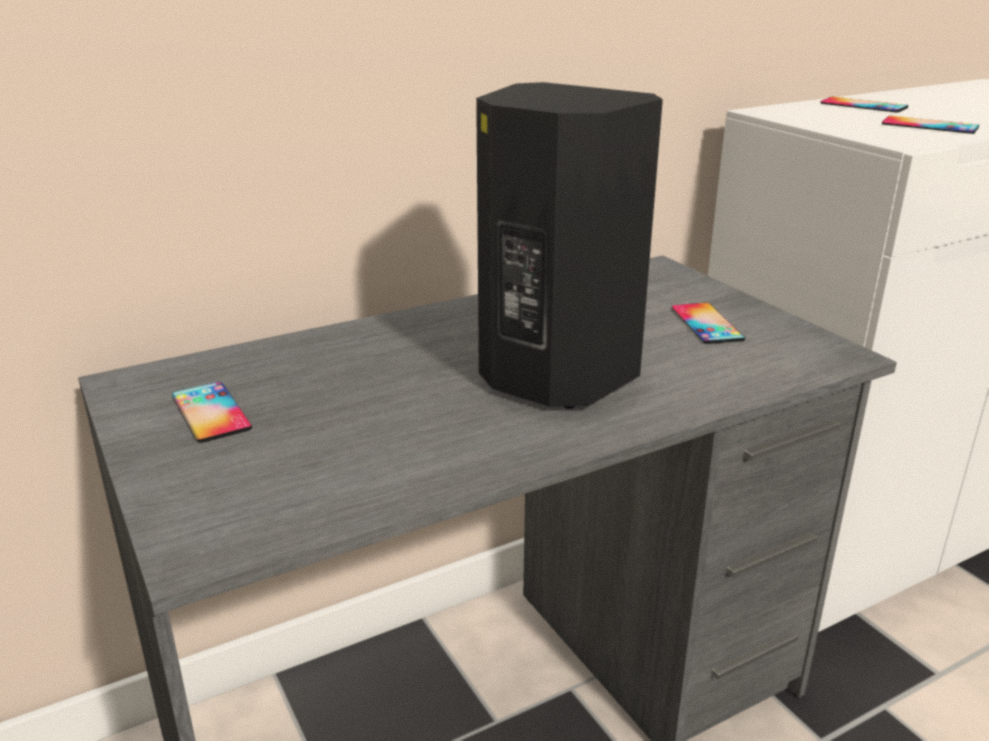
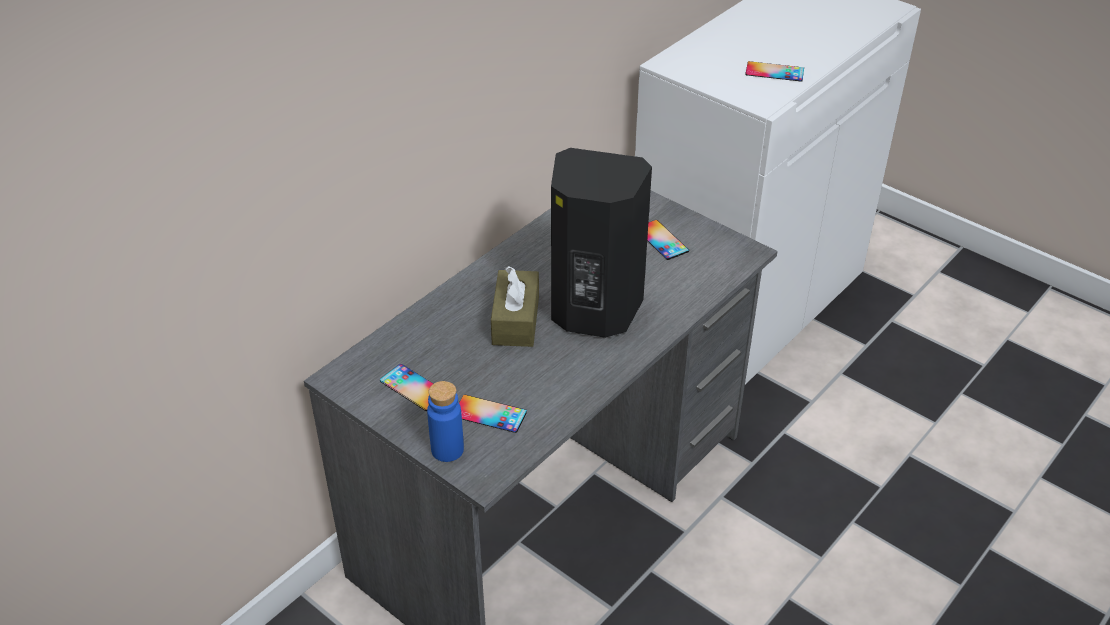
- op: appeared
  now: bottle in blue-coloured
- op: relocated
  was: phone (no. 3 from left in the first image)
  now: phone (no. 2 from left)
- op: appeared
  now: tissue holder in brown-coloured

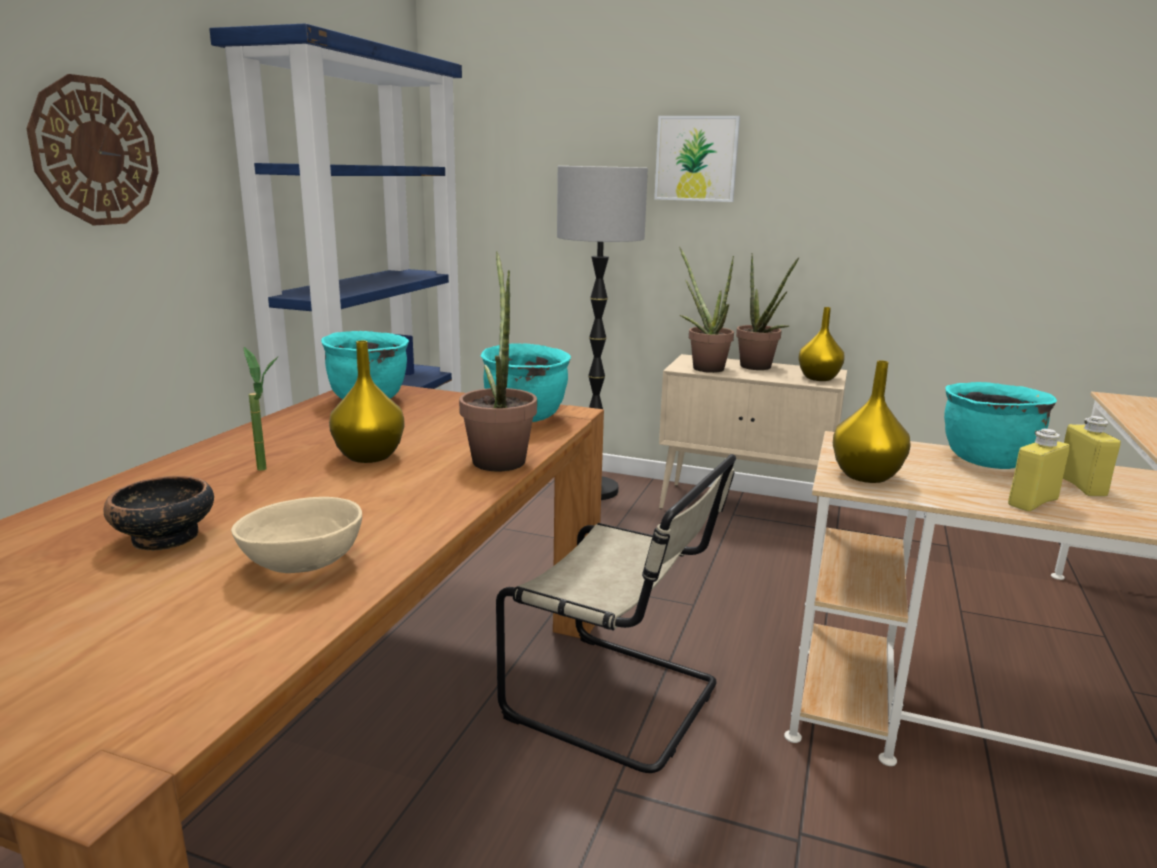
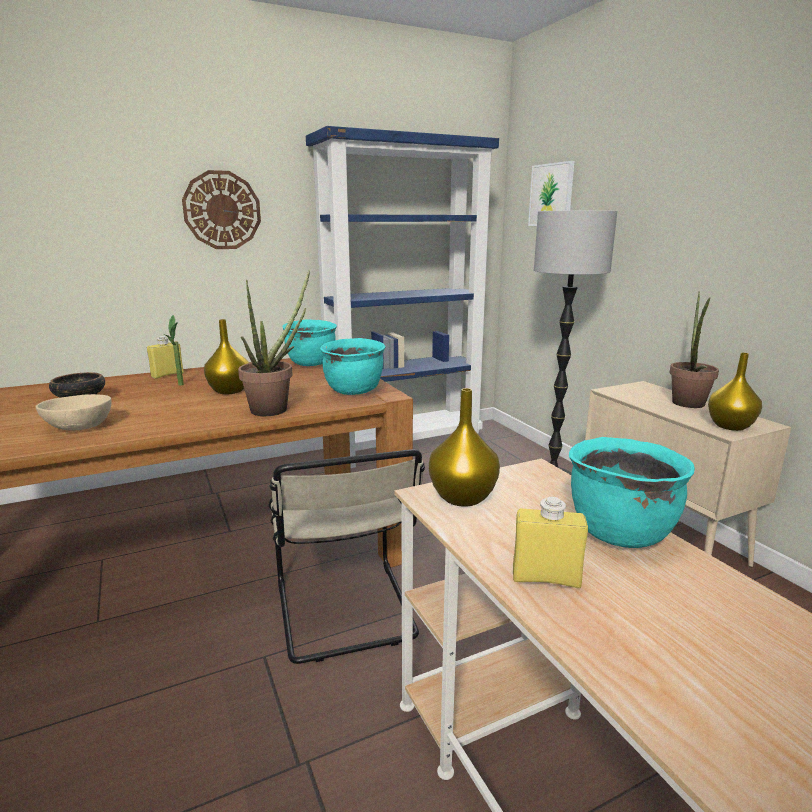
- op: relocated
  was: bottle in yellow-coloured (no. 2 from left in the first image)
  now: bottle in yellow-coloured (no. 1 from left)
- op: relocated
  was: wall picture
- op: missing
  was: houseplant (no. 3 from left)

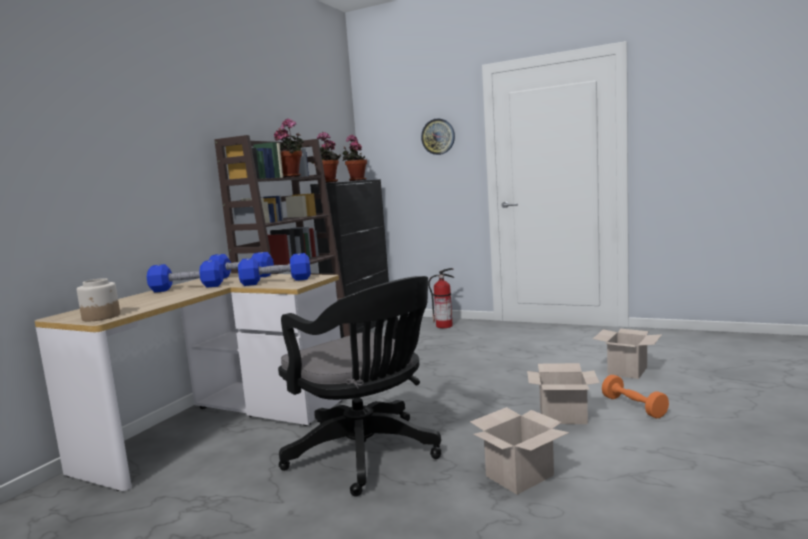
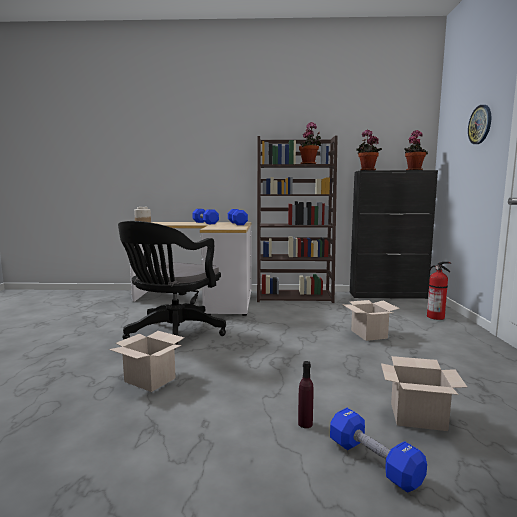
- op: exchanged
  was: dumbbell in orangey
  now: bottle in purple
- op: relocated
  was: dumbbell in blue-coloured (no. 3 from left)
- op: relocated
  was: packing box (no. 2 from left)

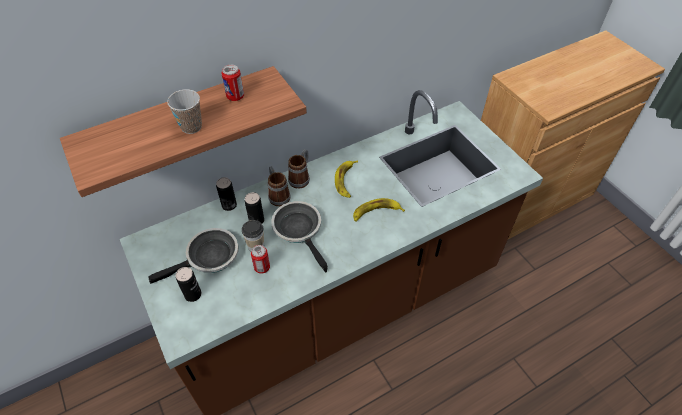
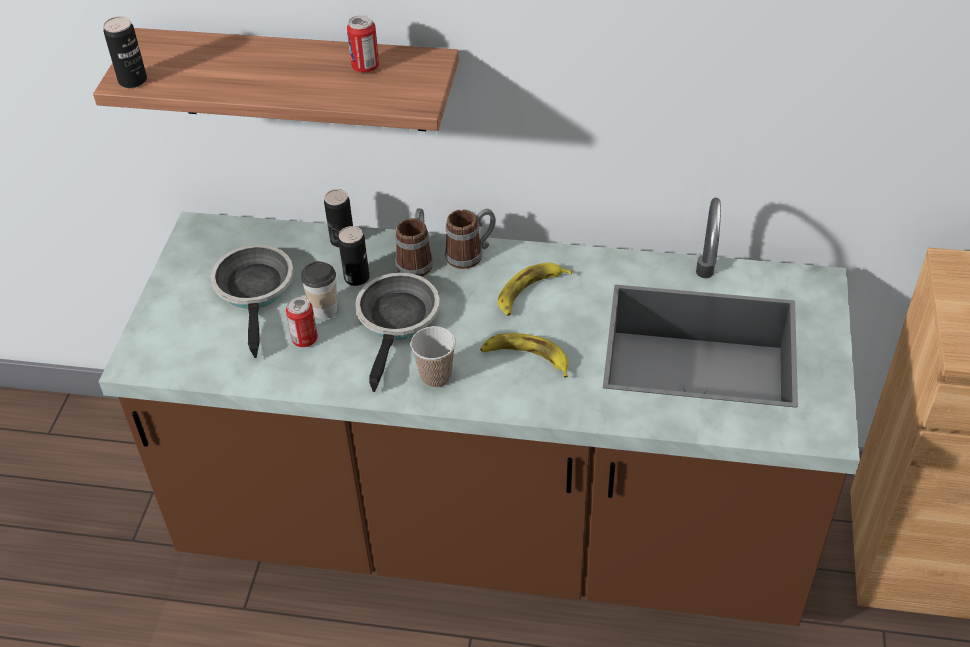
- op: relocated
  was: sealed can (no. 1 from left)
- op: spun
  was: skillet (no. 1 from left)
  clockwise: -105
- op: relocated
  was: drinking cup (no. 1 from left in the first image)
  now: drinking cup (no. 2 from left)

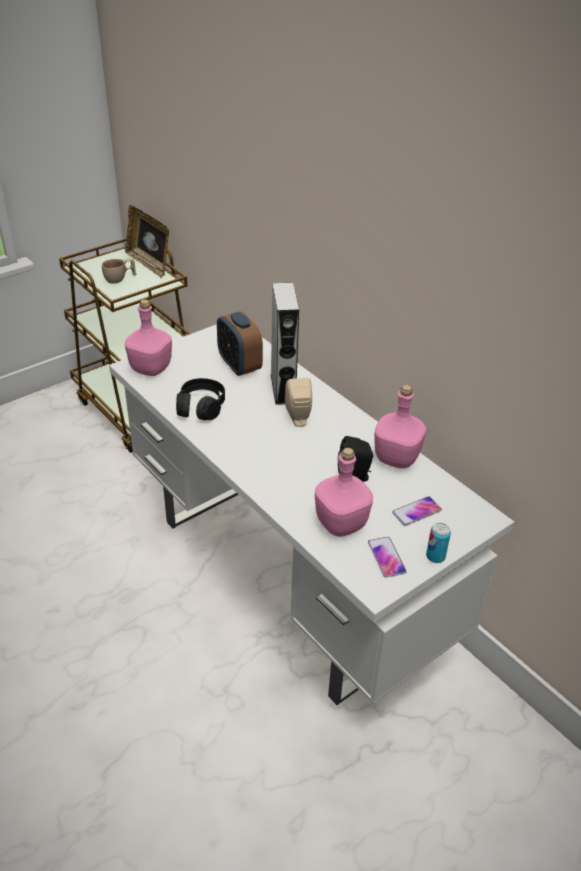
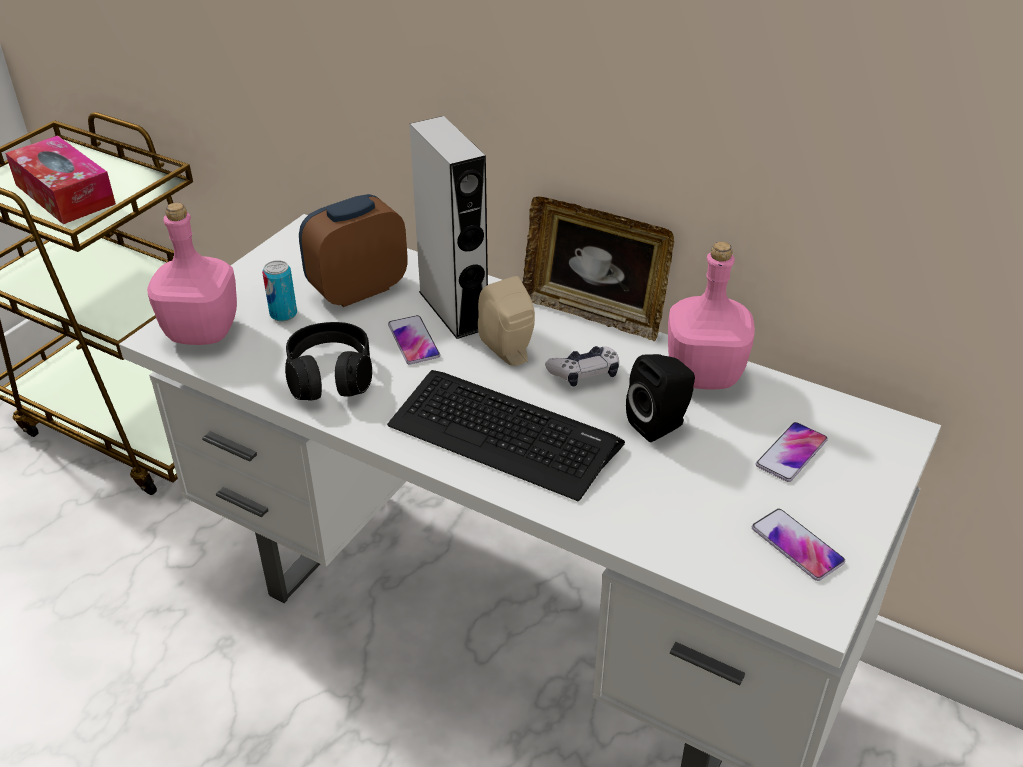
- op: exchanged
  was: drinking cup in beige
  now: tissue holder
- op: relocated
  was: sealed can
- op: spun
  was: bedside clock
  clockwise: 105
- op: appeared
  now: keyboard
- op: appeared
  now: phone (no. 1 from left)
- op: relocated
  was: standing frame
- op: appeared
  now: gamepad
- op: missing
  was: bottle in pinkish (no. 2 from left)

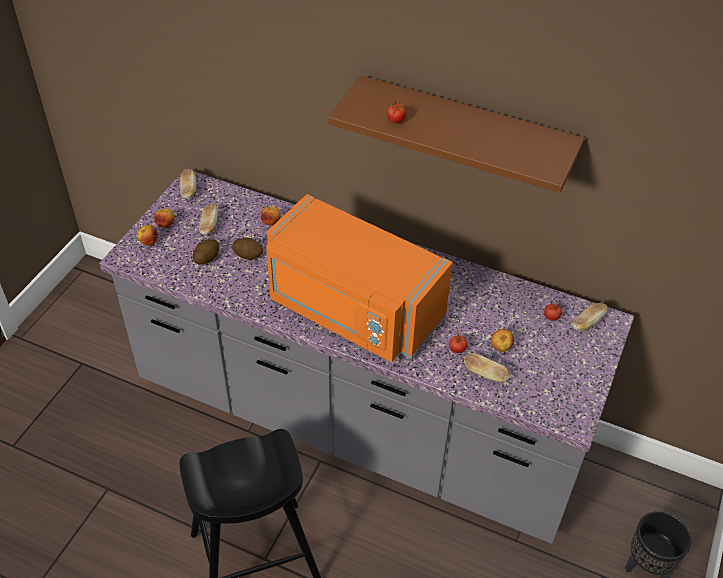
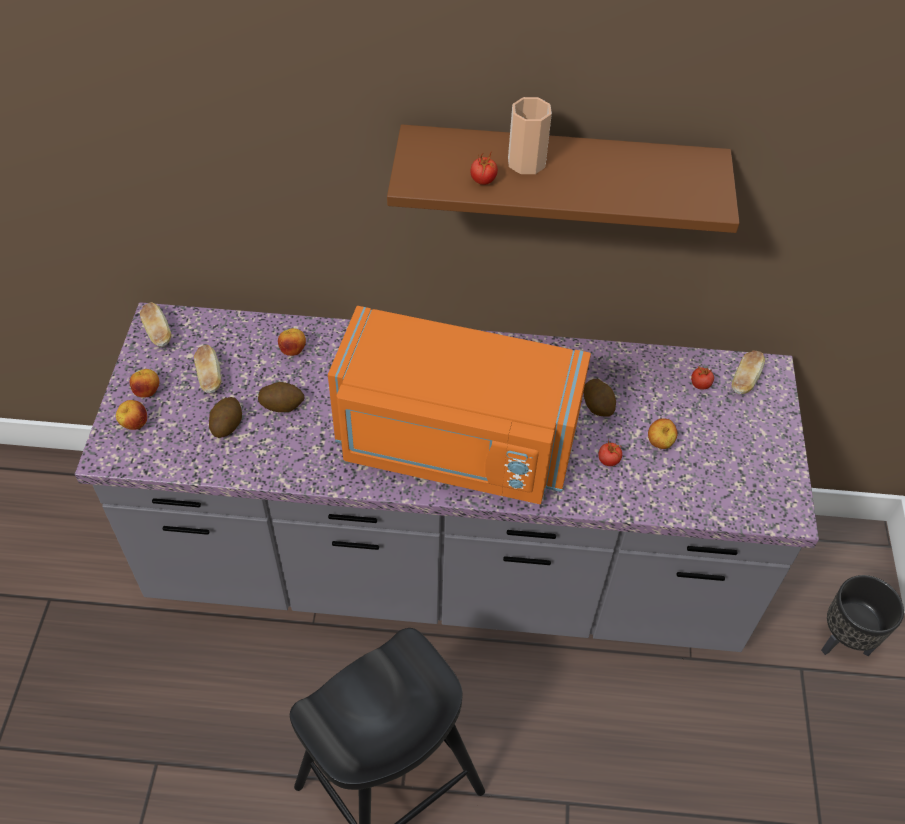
- op: appeared
  now: drinking cup
- op: appeared
  now: spud (no. 3 from left)
- op: missing
  was: baked bread (no. 3 from left)

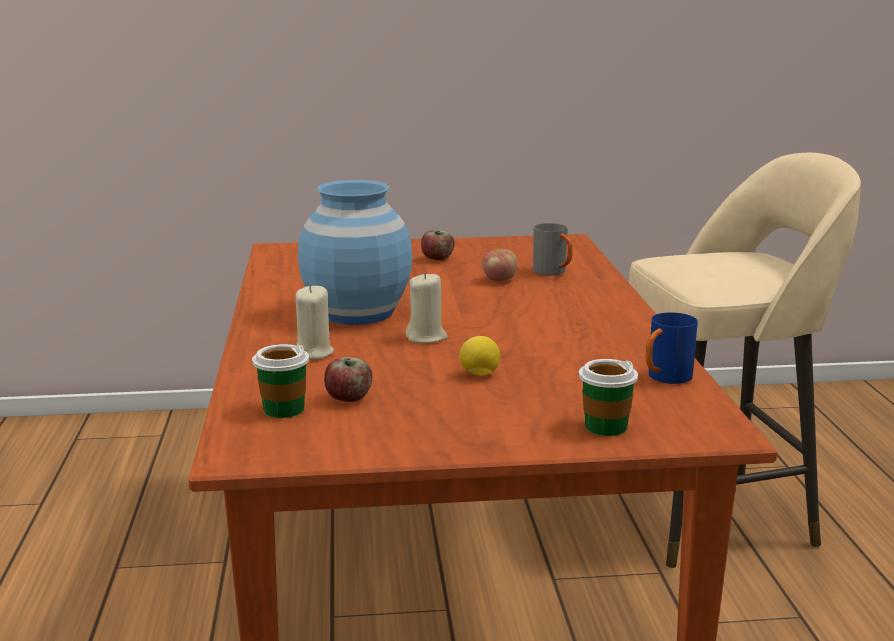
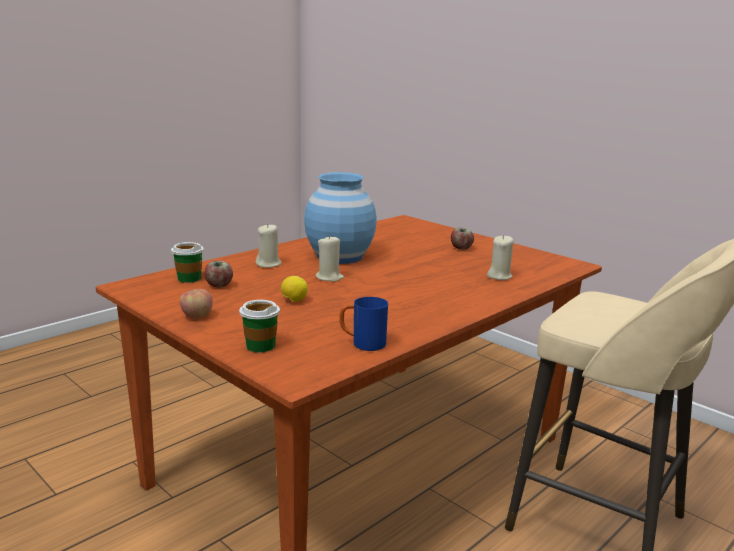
- op: relocated
  was: whole apple (no. 3 from left in the first image)
  now: whole apple (no. 1 from left)
- op: exchanged
  was: tea mug in gray
  now: wax candle in beige (no. 3 from left)

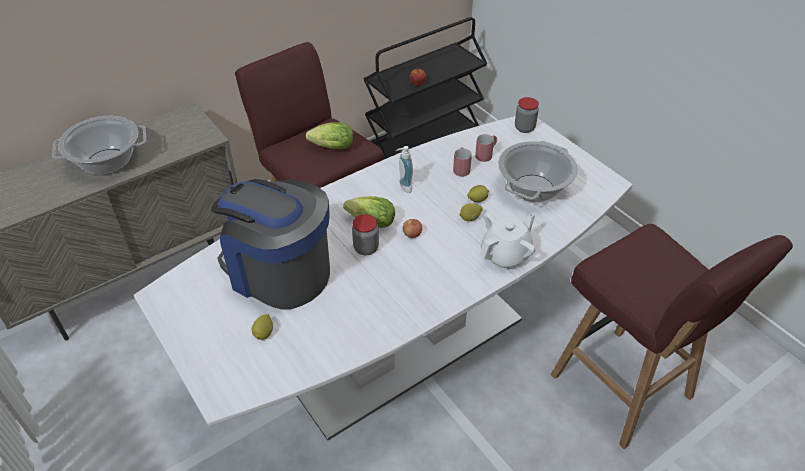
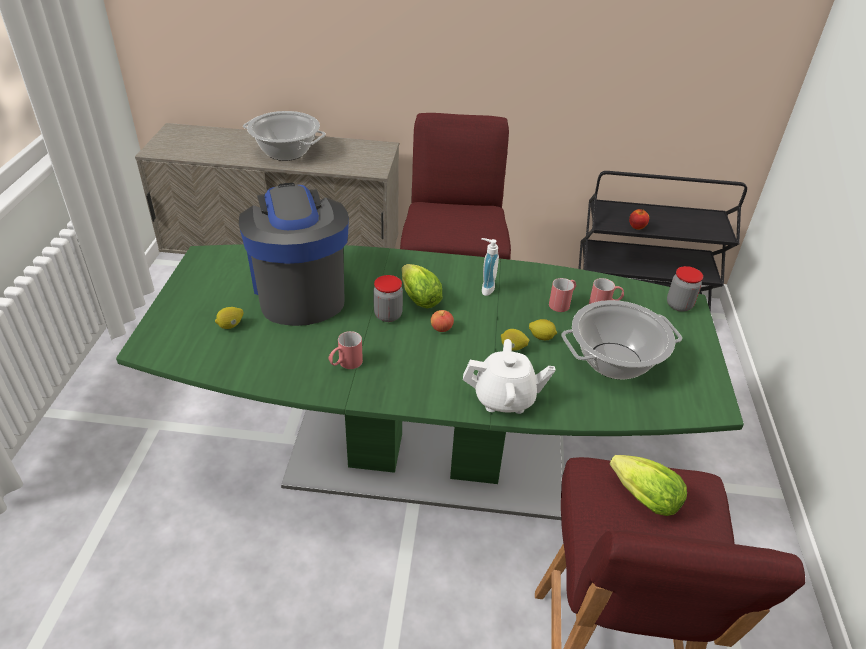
- op: colour
  was: kitchen table in white
  now: kitchen table in greenish
- op: appeared
  now: tea mug in reddish (no. 1 from left)
- op: relocated
  was: head of lettuce (no. 1 from left in the first image)
  now: head of lettuce (no. 2 from left)

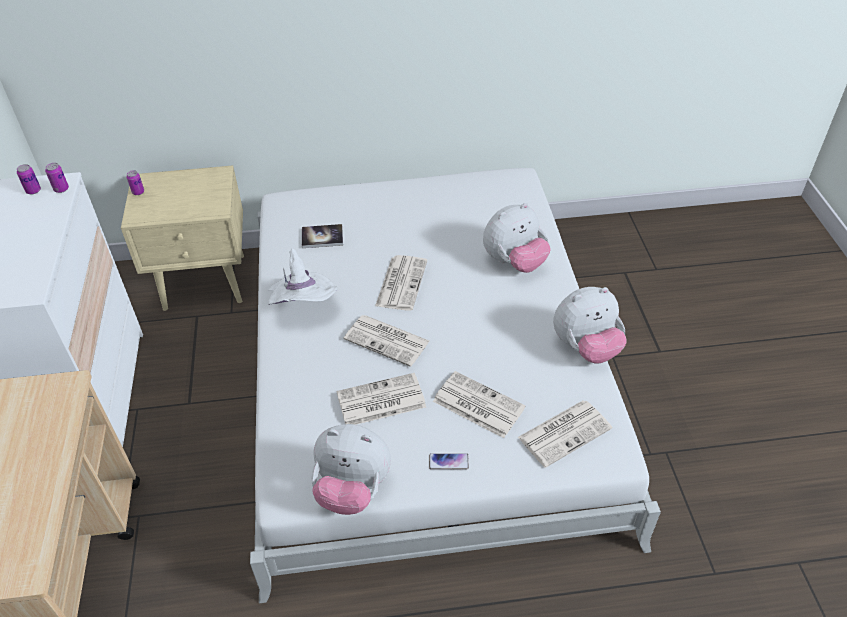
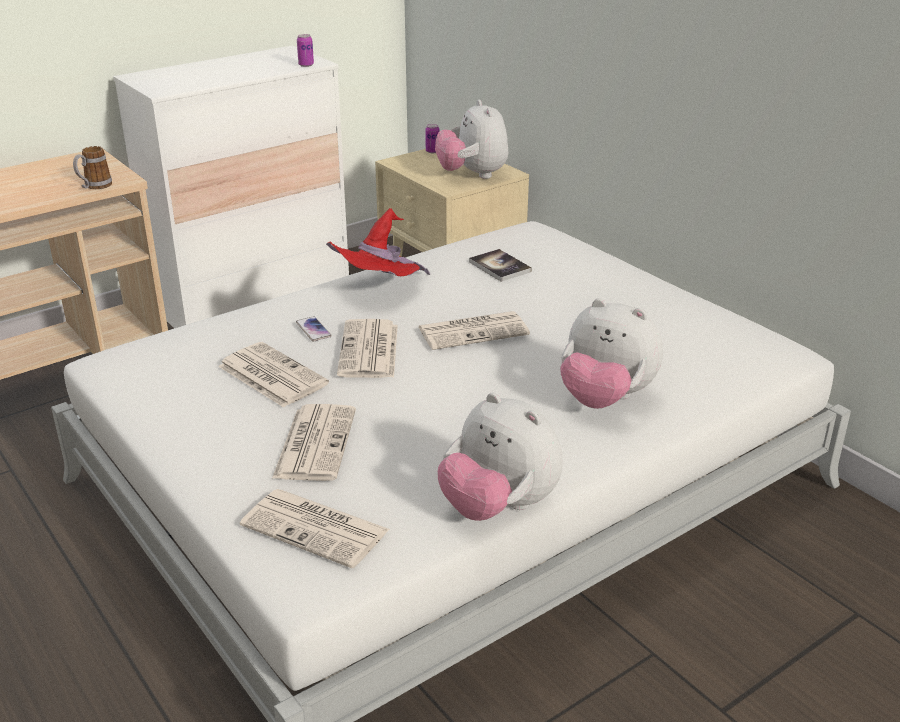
- op: appeared
  now: tea mug
- op: relocated
  was: phone
- op: colour
  was: clothing hat in white
  now: clothing hat in reddish
- op: relocated
  was: cuddly toy (no. 1 from left)
- op: missing
  was: sealed can (no. 1 from left)

